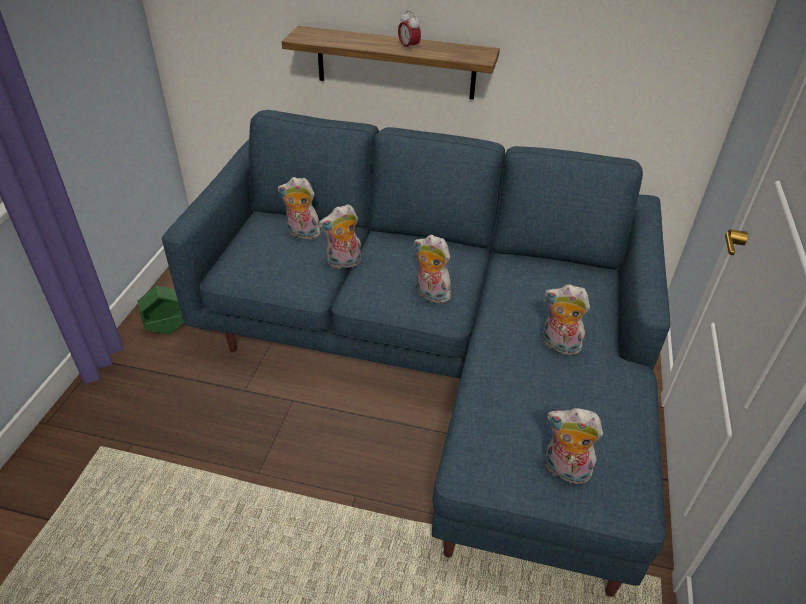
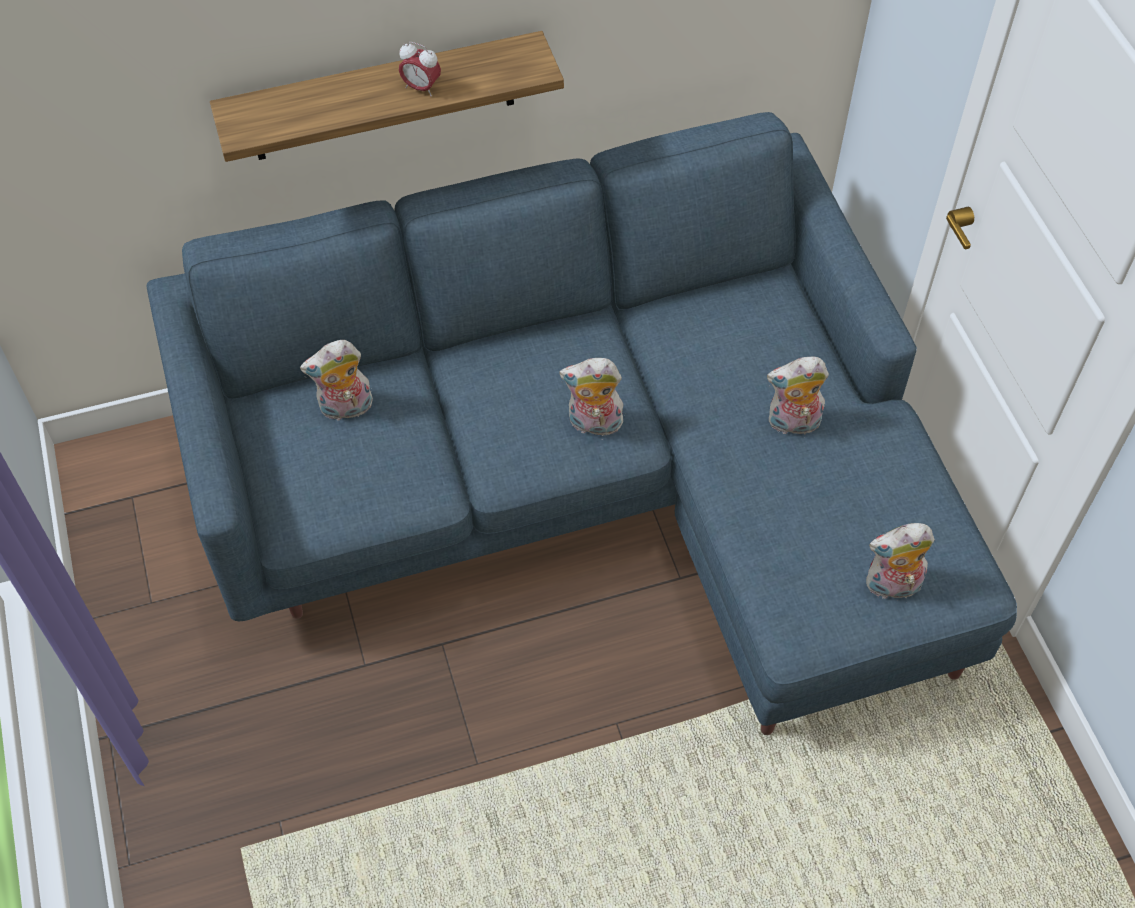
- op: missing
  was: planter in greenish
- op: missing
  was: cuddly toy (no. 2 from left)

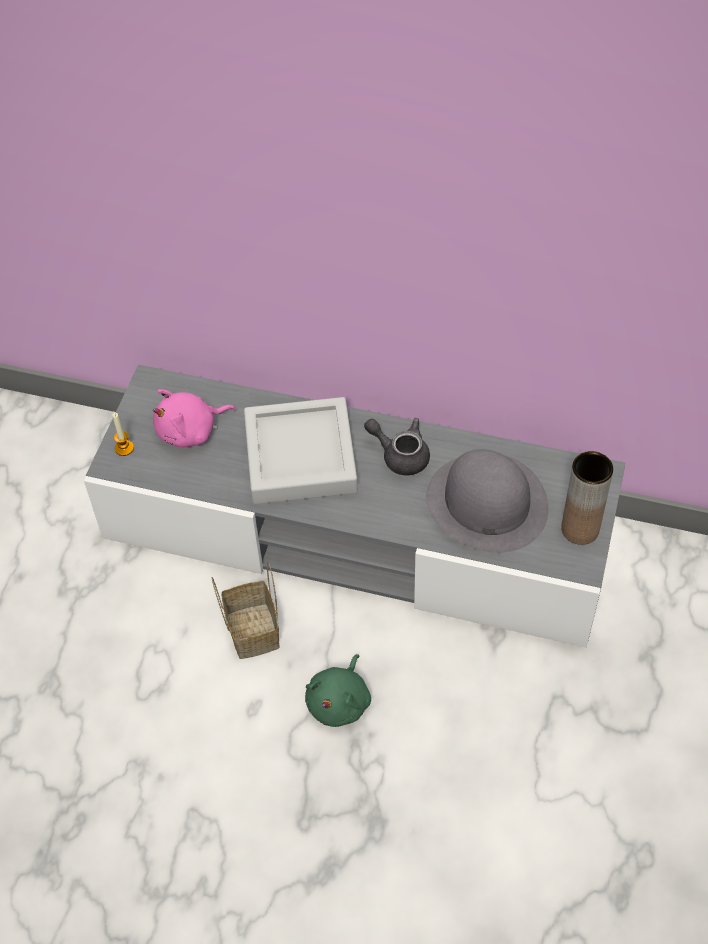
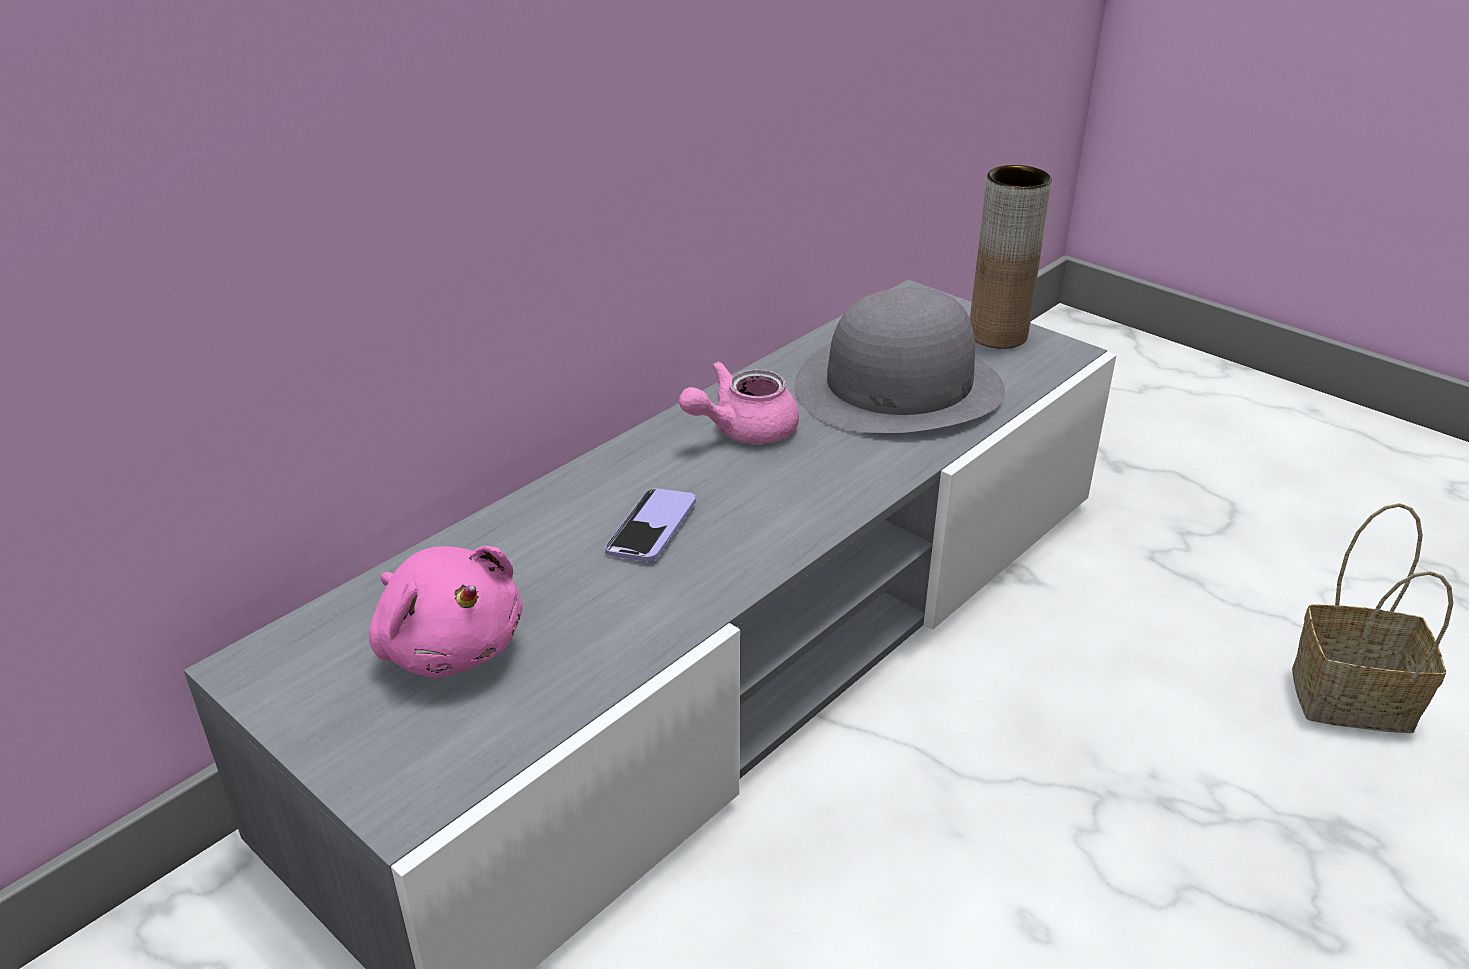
- op: spun
  was: cuddly toy in pinkish
  clockwise: -45
- op: exchanged
  was: serving tray in gray
  now: phone
- op: colour
  was: tea pot in gray
  now: tea pot in pinkish
- op: relocated
  was: basket
- op: missing
  was: wax candle
- op: missing
  was: cuddly toy in greenish

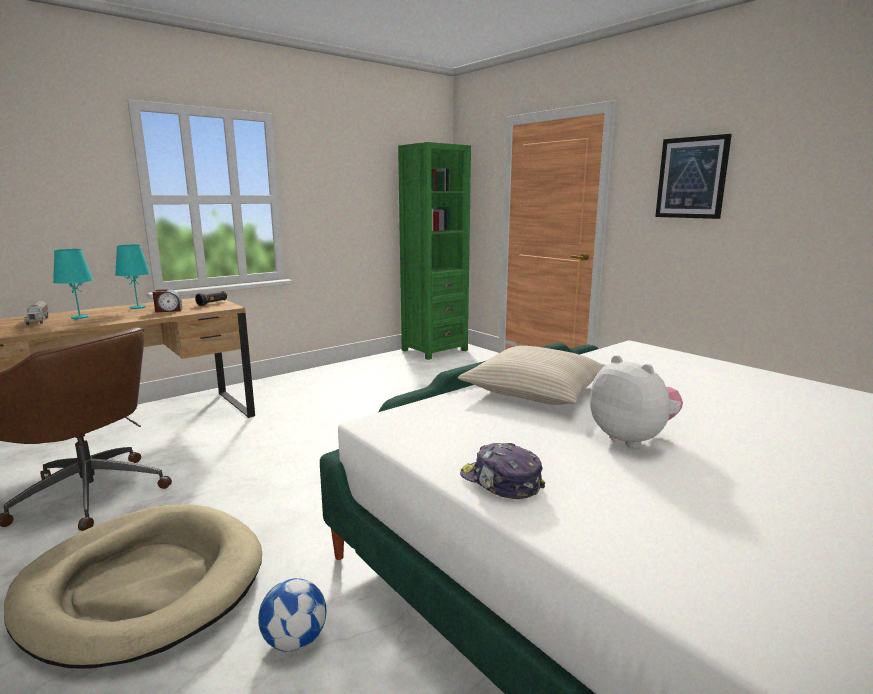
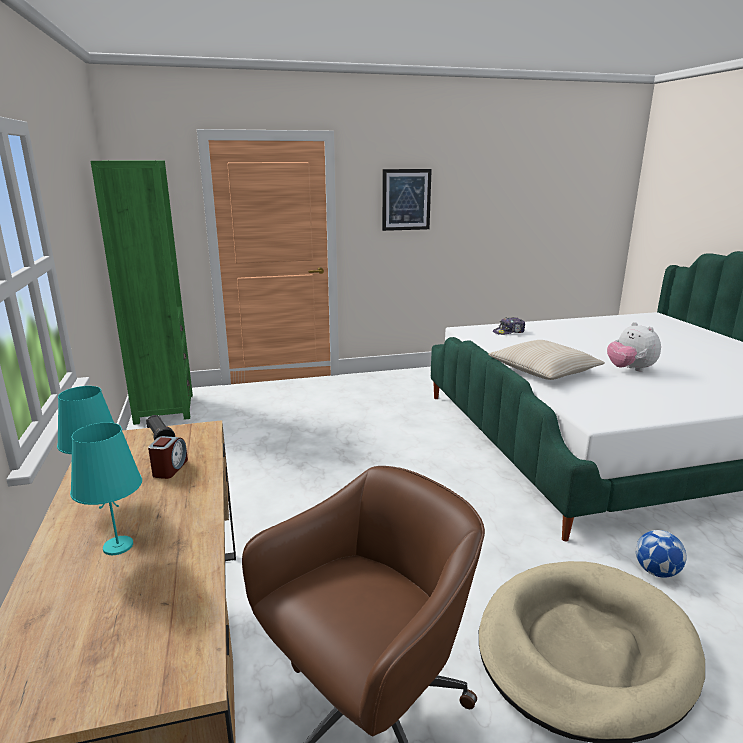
- op: relocated
  was: peaked cap
- op: spun
  was: cuddly toy
  clockwise: -105
- op: missing
  was: toy truck

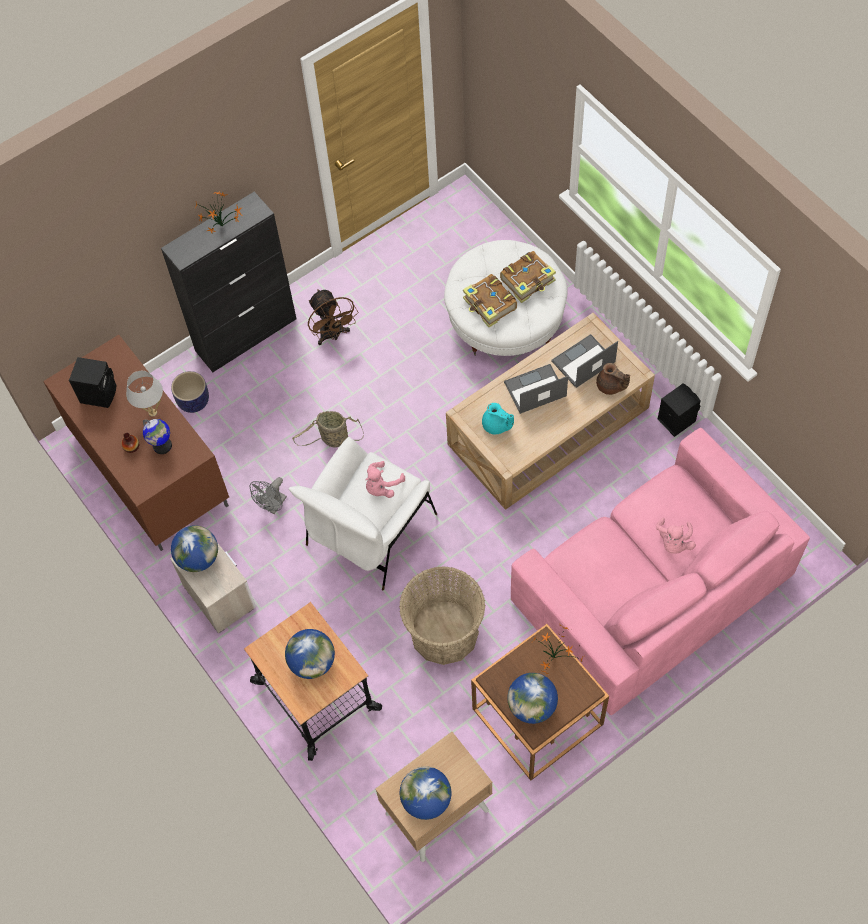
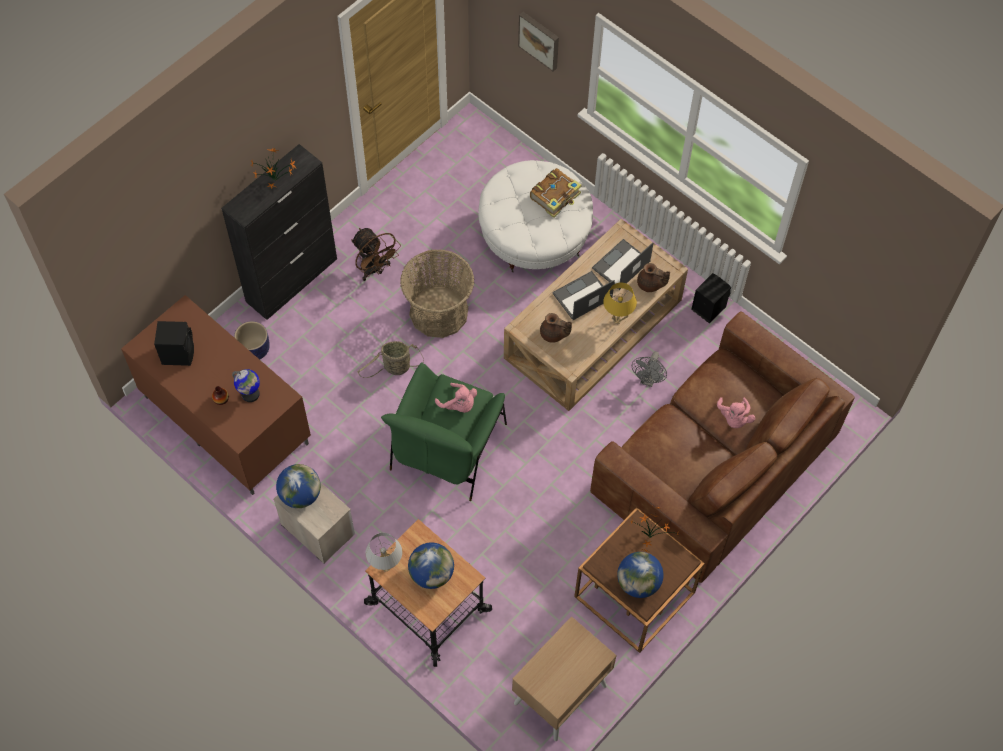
- op: relocated
  was: tabletop lamp in white
- op: colour
  was: armchair in white
  now: armchair in greenish
- op: relocated
  was: basket (no. 2 from left)
- op: spun
  was: cuddly toy in pinkish (no. 1 from left)
  clockwise: -75
- op: appeared
  now: wall picture
- op: colour
  was: tea pot in blue-green
  now: tea pot in brown-coloured (no. 1 from left)
- op: colour
  was: sofa in pinkish
  now: sofa in brown-coloured
- op: appeared
  now: tabletop lamp in yellow-coloured
- op: relocated
  was: cooling fan in gray
- op: missing
  was: globe (no. 4 from left)
- op: missing
  was: bound book (no. 1 from left)

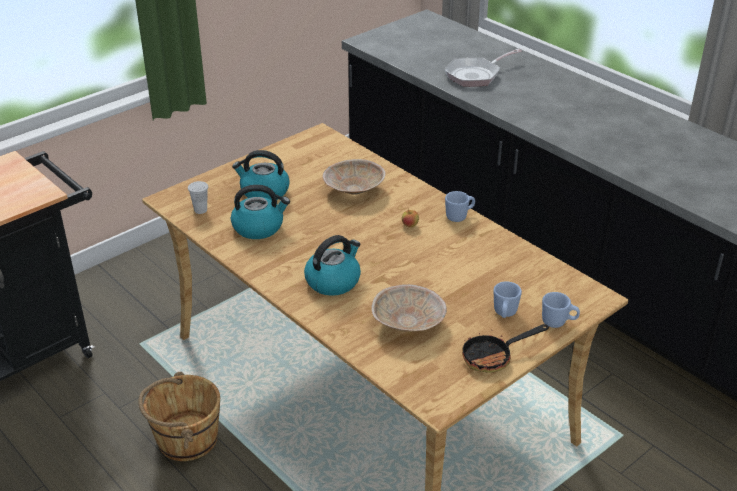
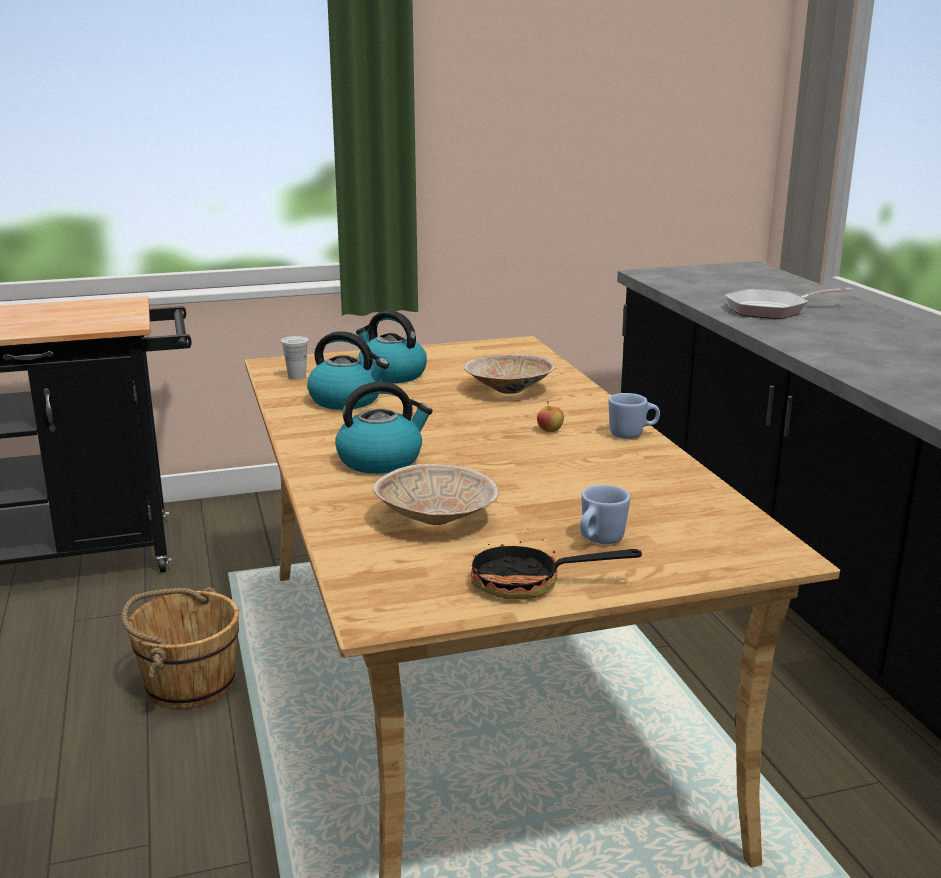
- op: missing
  was: tea mug in blue-coloured (no. 3 from left)

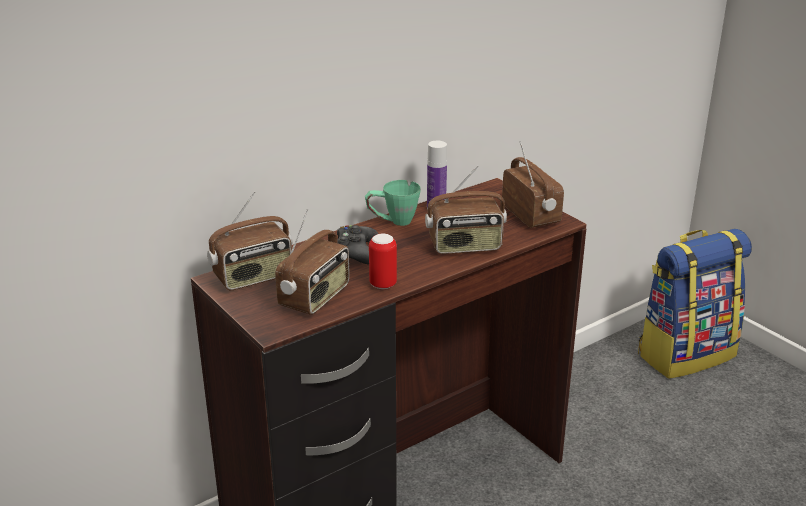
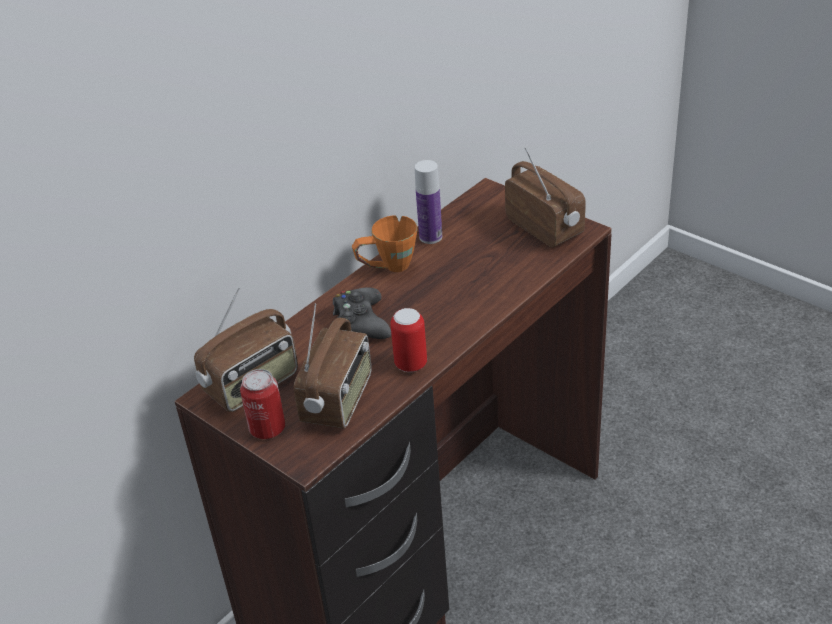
- op: appeared
  now: sealed can (no. 1 from left)
- op: colour
  was: tea mug in greenish
  now: tea mug in orangey
- op: missing
  was: radio receiver (no. 3 from left)
- op: missing
  was: knapsack

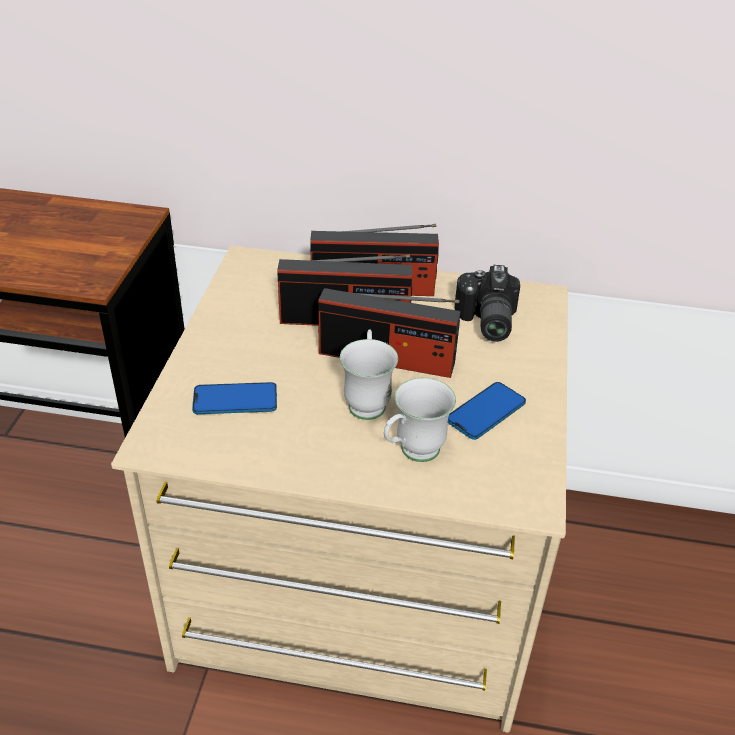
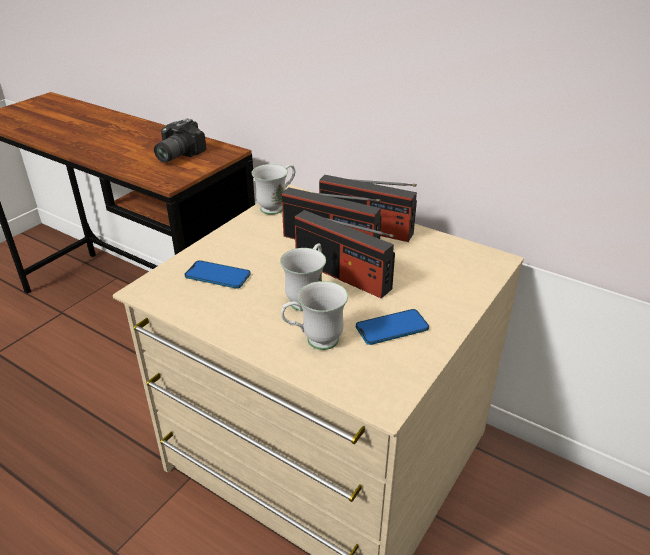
- op: relocated
  was: still camera
- op: appeared
  now: tea mug in white (no. 1 from left)

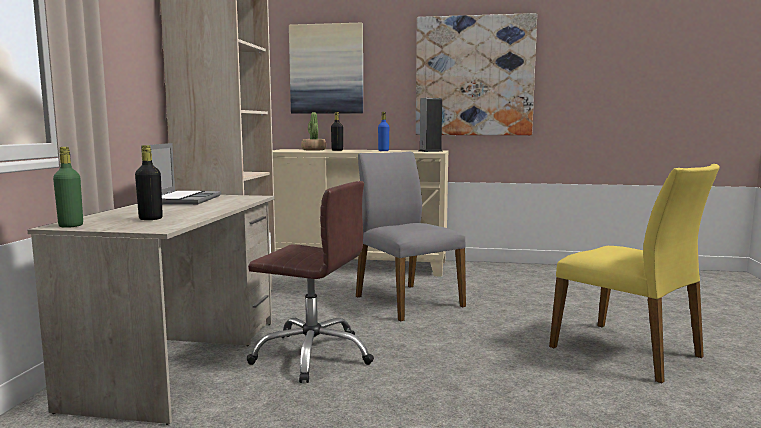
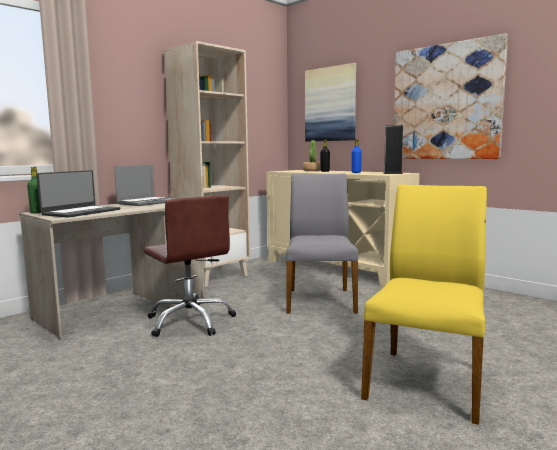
- op: exchanged
  was: bottle in black-coloured (no. 1 from left)
  now: notebook computer (no. 1 from left)
- op: spun
  was: plain chair in yellow-coloured
  clockwise: -150

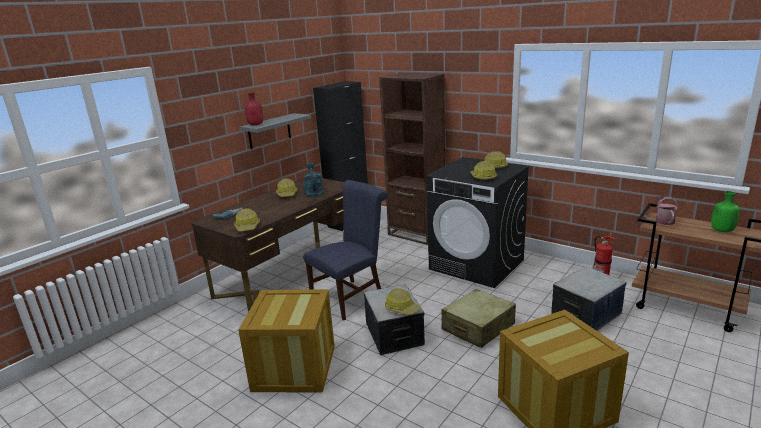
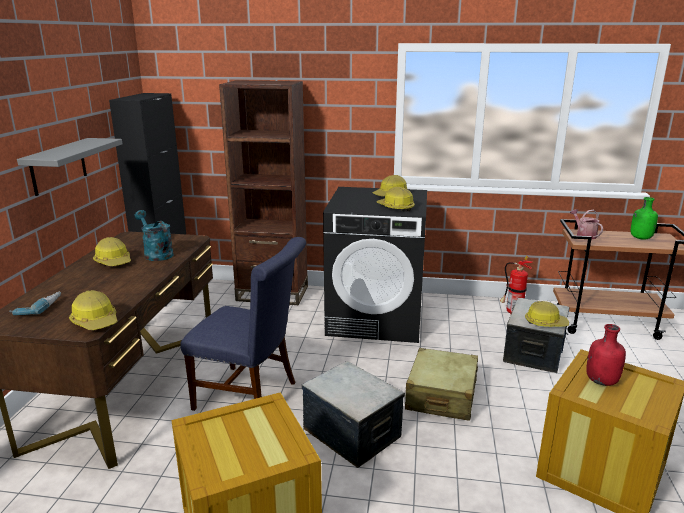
- op: spun
  was: plain chair in blue-coloured
  clockwise: 90
- op: relocated
  was: hard hat (no. 3 from left in the first image)
  now: hard hat (no. 5 from left)
- op: relocated
  was: bottle in reddish

